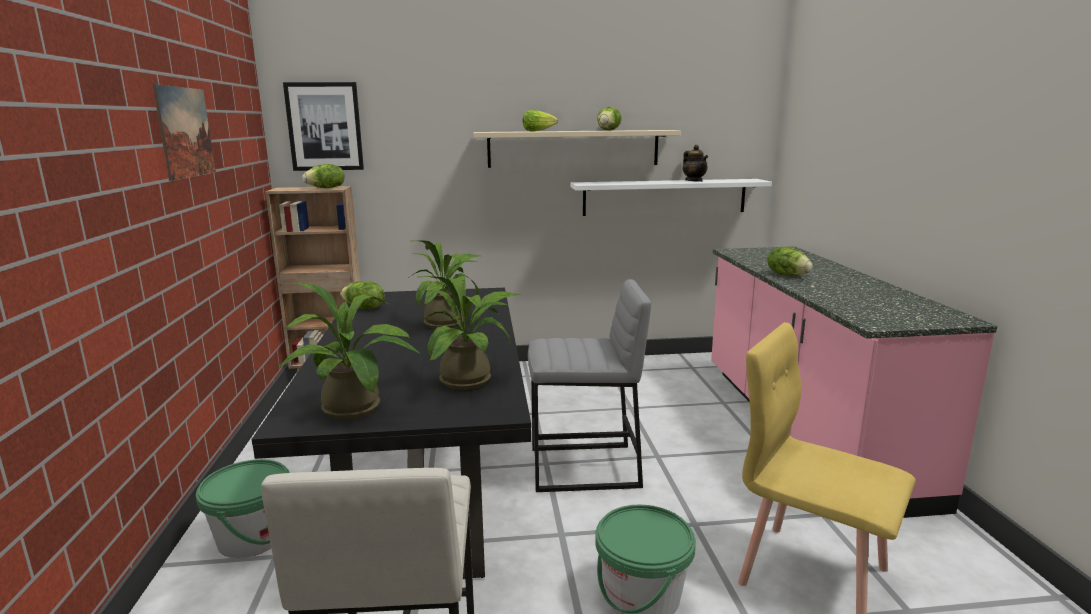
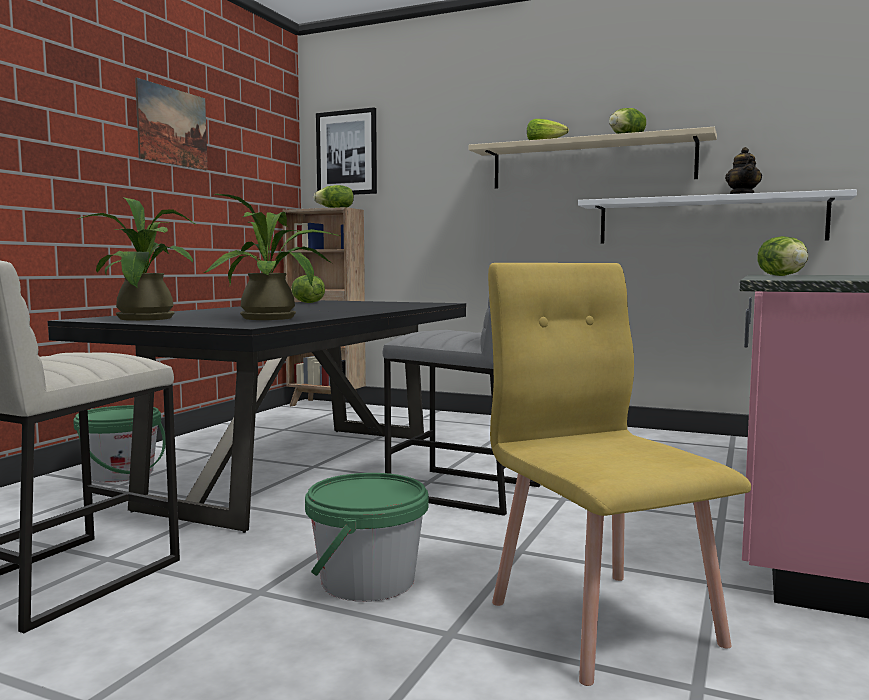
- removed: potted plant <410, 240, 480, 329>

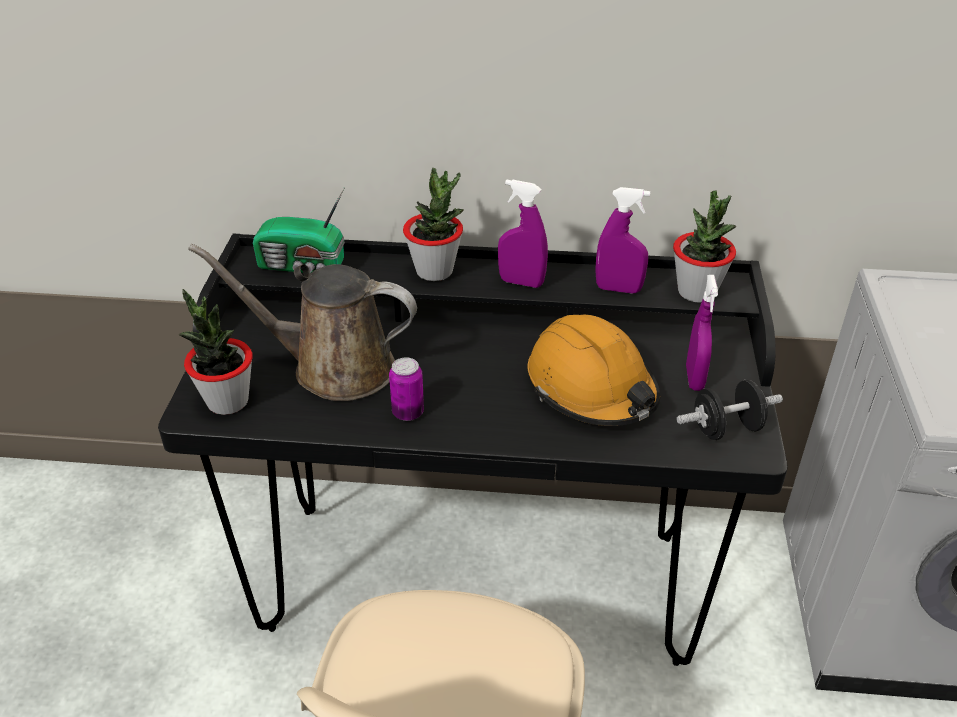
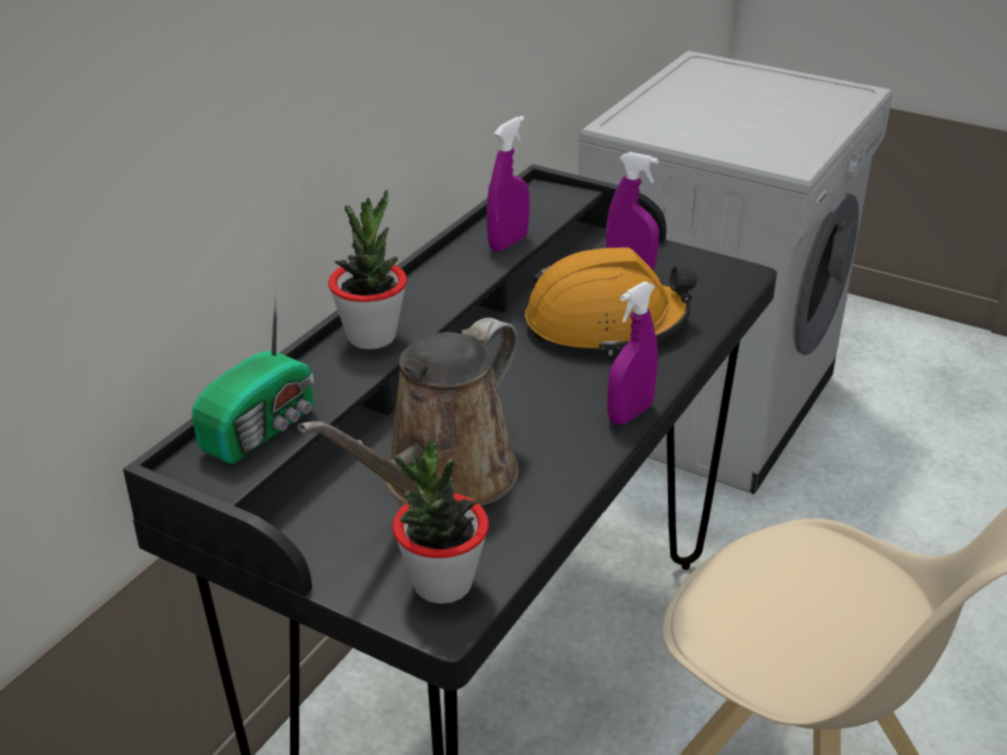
- moved: purple-coloured sprayer <498, 179, 548, 288> to <607, 281, 658, 425>
- removed: potted plant <673, 190, 737, 303>
- removed: sealed can <389, 357, 424, 421>
- removed: black-coloured dumbbell <676, 380, 783, 440>

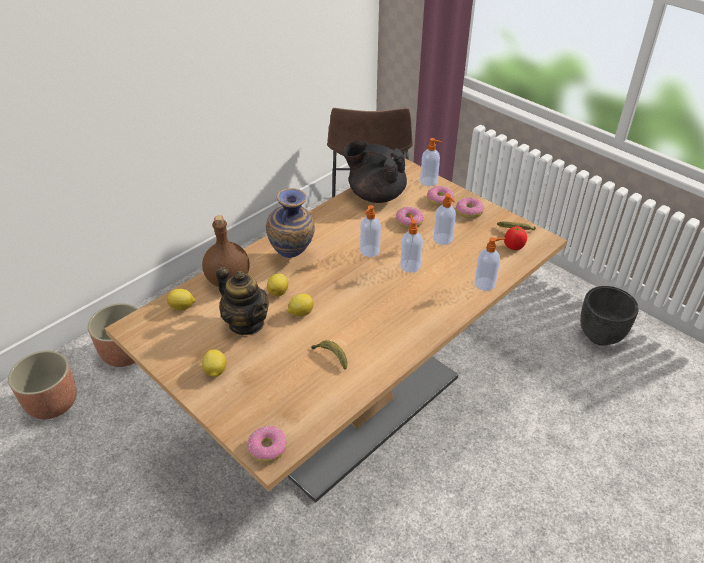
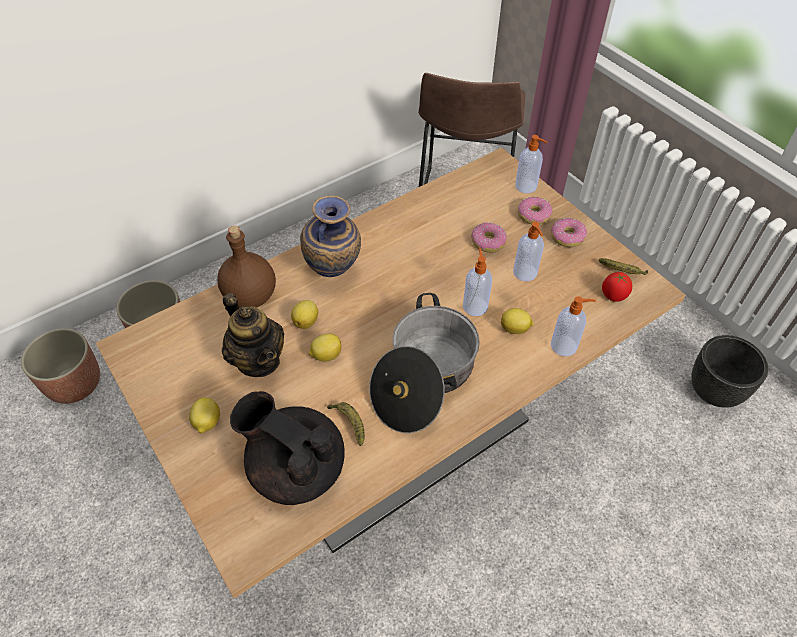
- moved: black-coloured tea pot <343, 140, 407, 203> to <230, 391, 345, 505>
- removed: liquid soap bottle <360, 205, 381, 257>
- moved: citrus fruit <167, 289, 195, 310> to <501, 308, 534, 334>
- removed: ring doughnut <247, 426, 287, 463>
- added: saucepot <369, 293, 480, 433>

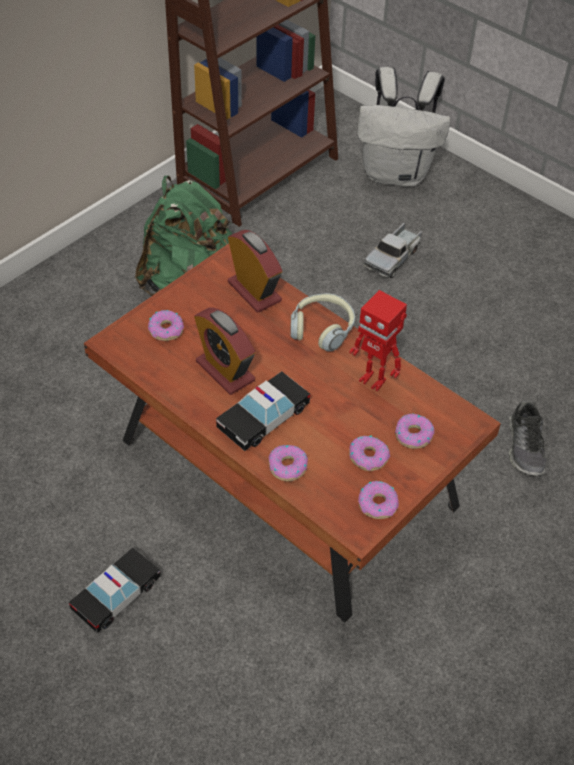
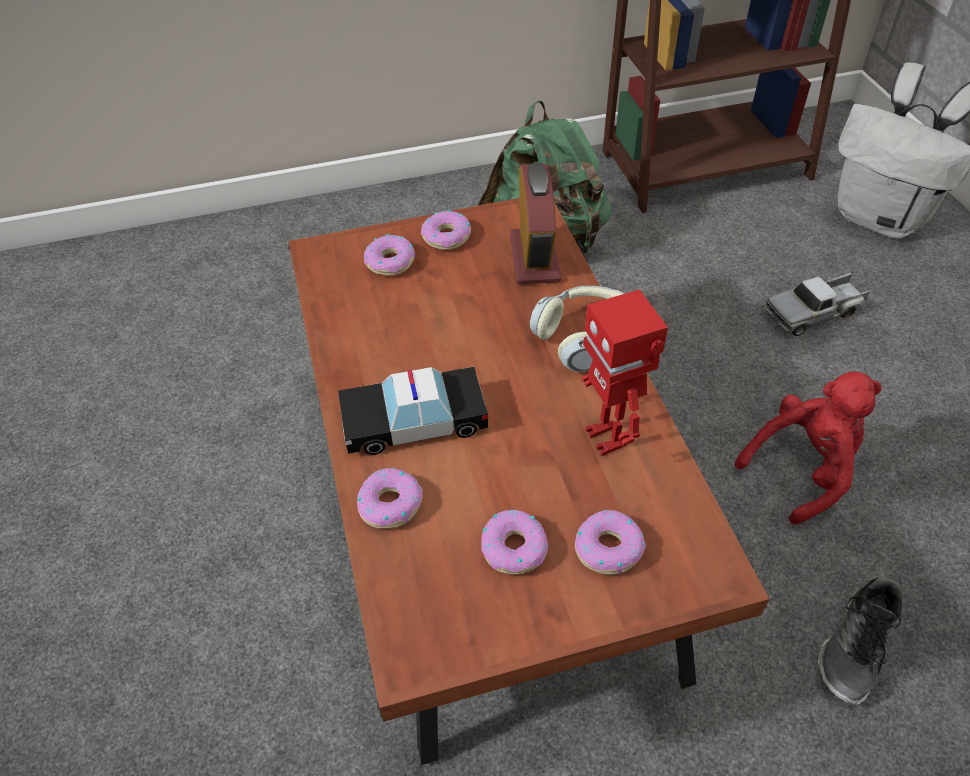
- removed: alarm clock <194, 307, 255, 395>
- moved: ring doughnut <358, 481, 399, 519> to <421, 210, 471, 250>
- removed: miniature car <69, 547, 161, 633>
- added: red-coloured plush toy <735, 372, 882, 525>

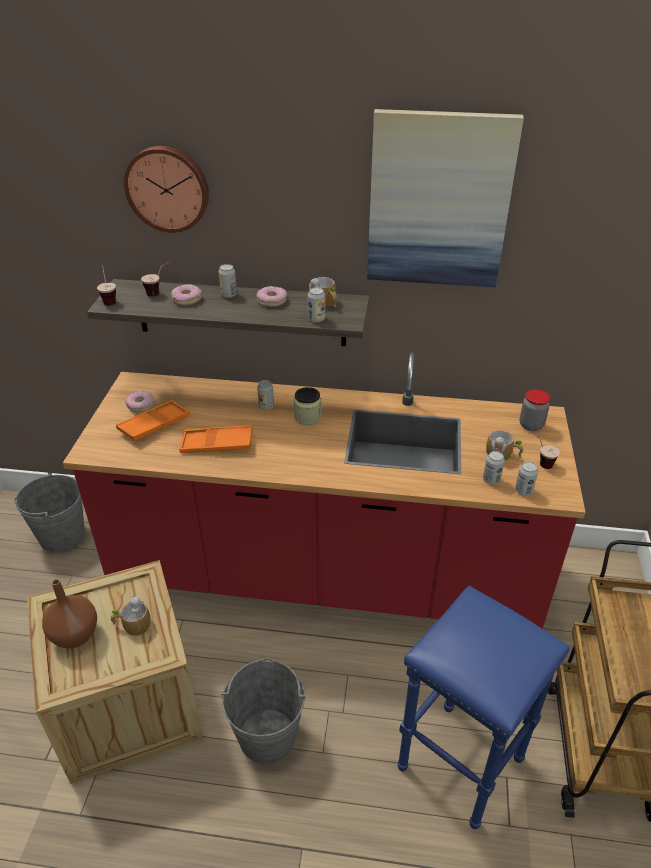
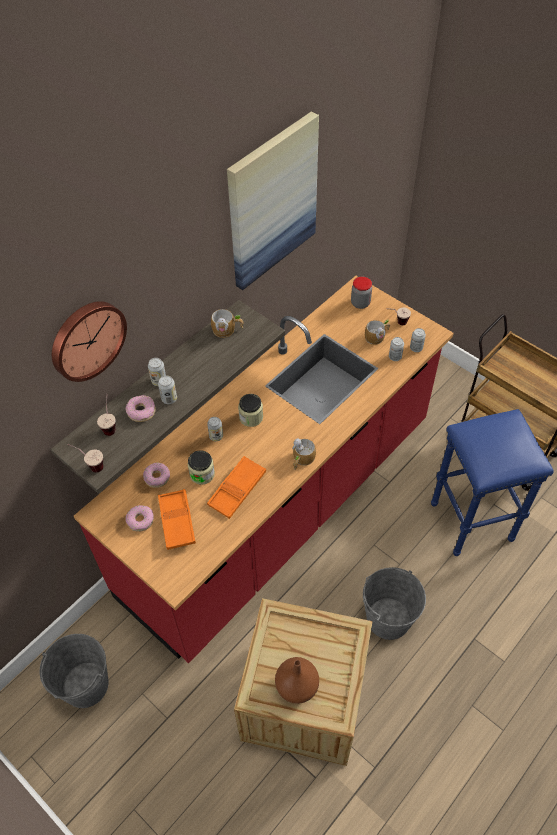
- moved: ring doughnut <256, 286, 287, 307> to <143, 462, 170, 488>
- moved: sealed can <308, 287, 325, 323> to <158, 375, 177, 404>
- moved: tea mug <111, 597, 151, 636> to <292, 438, 316, 470>
- added: storage jar <188, 450, 215, 485>

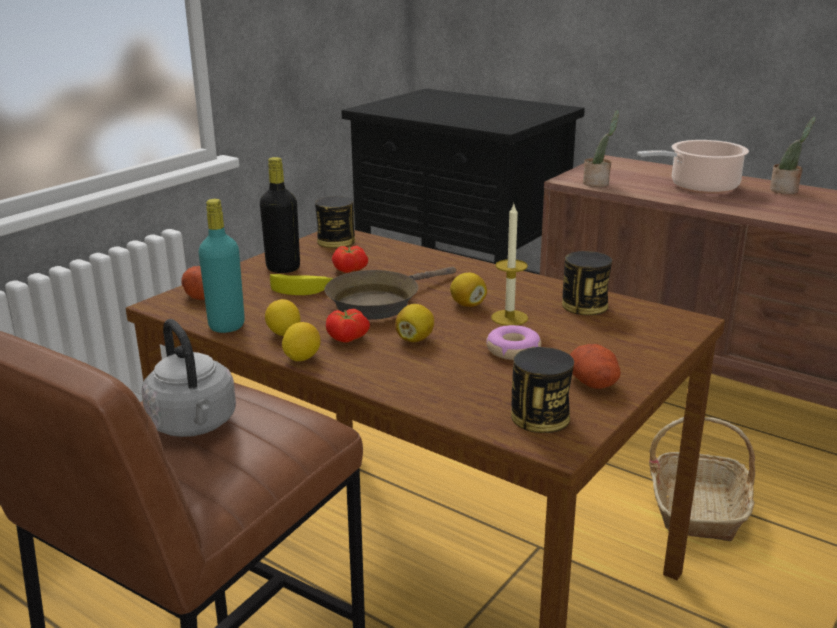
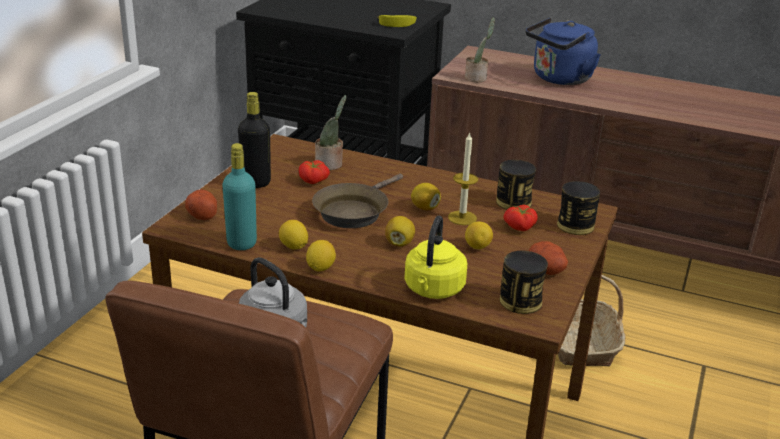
- moved: potted plant <770, 117, 816, 194> to <315, 95, 347, 170>
- replaced: saucepot <637, 140, 749, 194> to blue water kettle <526, 18, 601, 85>
- moved: sealed can <315, 196, 355, 248> to <557, 181, 600, 235>
- moved: whole banana <270, 274, 333, 295> to <377, 15, 417, 27>
- moved: fresh tomato <326, 309, 370, 343> to <503, 205, 538, 231>
- replaced: ring doughnut <486, 325, 541, 360> to citrus fruit <465, 222, 493, 249>
- added: yellow water kettle <404, 216, 467, 299>

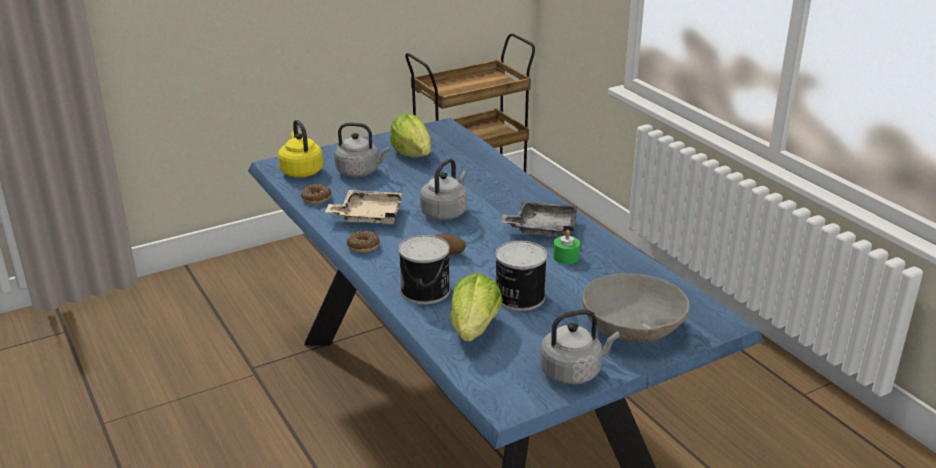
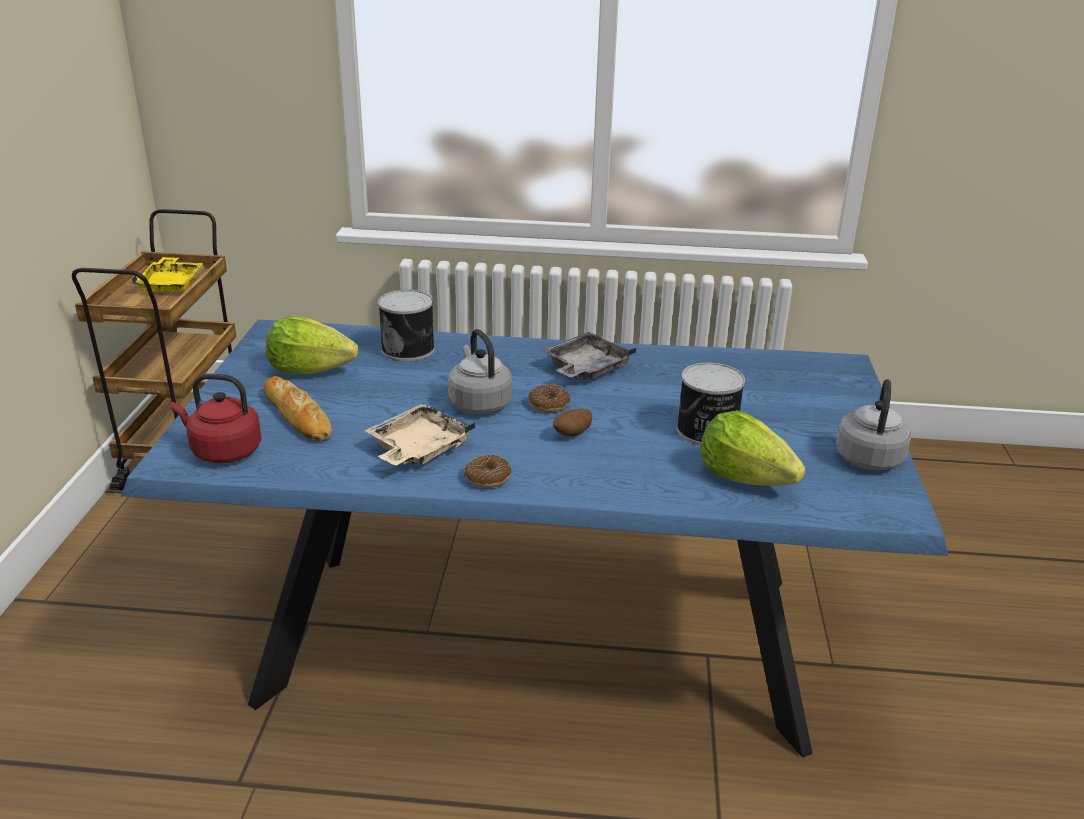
- recoloured: yellow water kettle <278, 120, 323, 177> to red-coloured water kettle <171, 373, 262, 463>
- replaced: grey water kettle <334, 123, 389, 177> to bakery bread <264, 376, 332, 441>
- moved: ring doughnut <301, 184, 331, 204> to <528, 384, 570, 412>
- removed: greenish wax light <553, 230, 580, 264>
- moved: sealed can <399, 235, 450, 304> to <378, 290, 435, 361>
- removed: grey serving bowl <582, 273, 689, 343>
- added: yellow serving tray <131, 257, 203, 294>

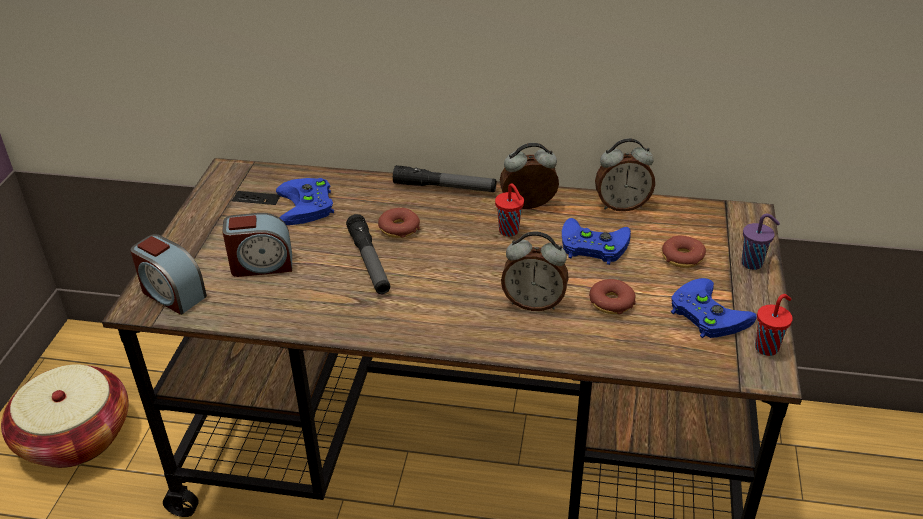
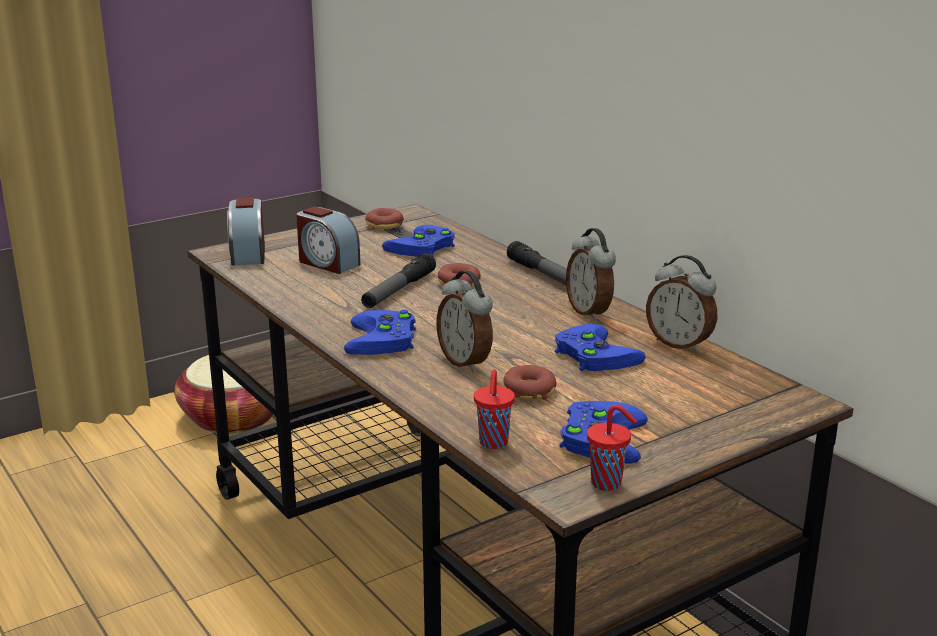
- turned: alarm clock <500, 143, 559, 209> = <566, 228, 616, 321> 150 degrees counterclockwise
- moved: red-coloured small cup <495, 183, 524, 237> to <474, 369, 515, 449>
- removed: purple-coloured small cup <741, 214, 780, 270>
- moved: ring doughnut <662, 236, 706, 268> to <365, 208, 404, 229>
- added: blue joypad <344, 310, 416, 355>

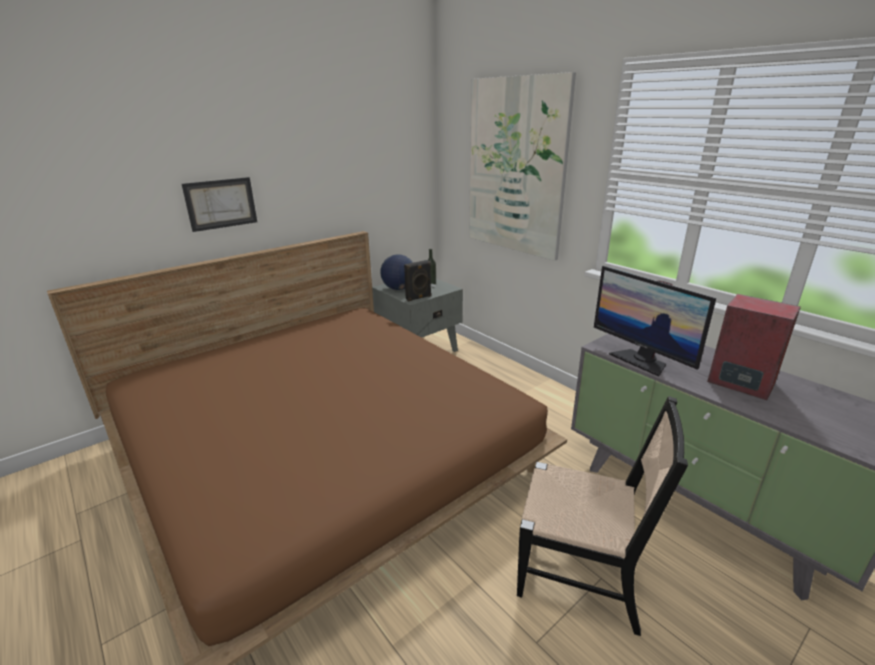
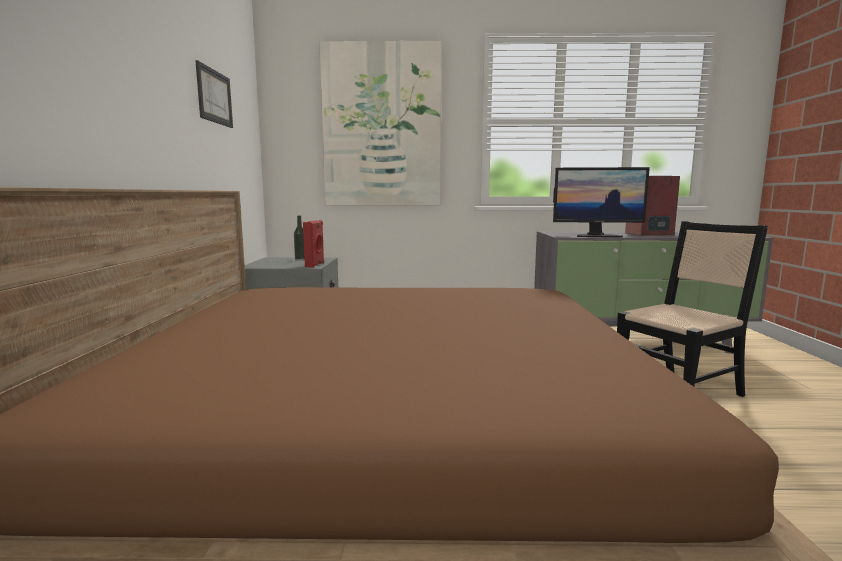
- moved: wall picture <182, 177, 257, 232> to <195, 60, 233, 128>
- removed: desk globe <380, 254, 413, 290>
- recoloured: black-coloured speaker <404, 260, 431, 301> to red-coloured speaker <303, 220, 324, 268>

